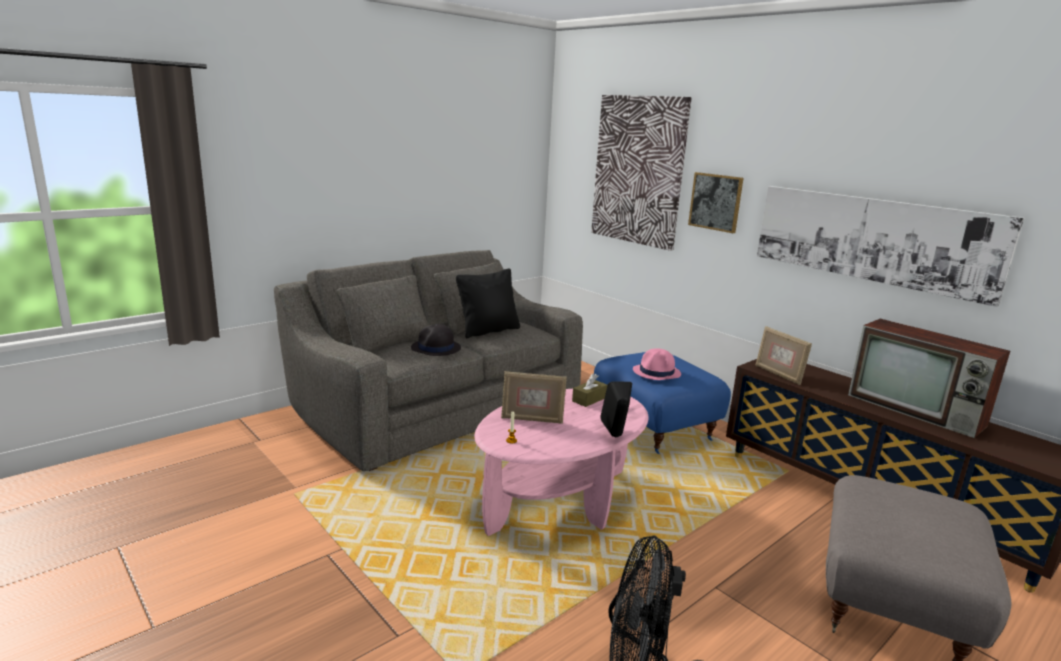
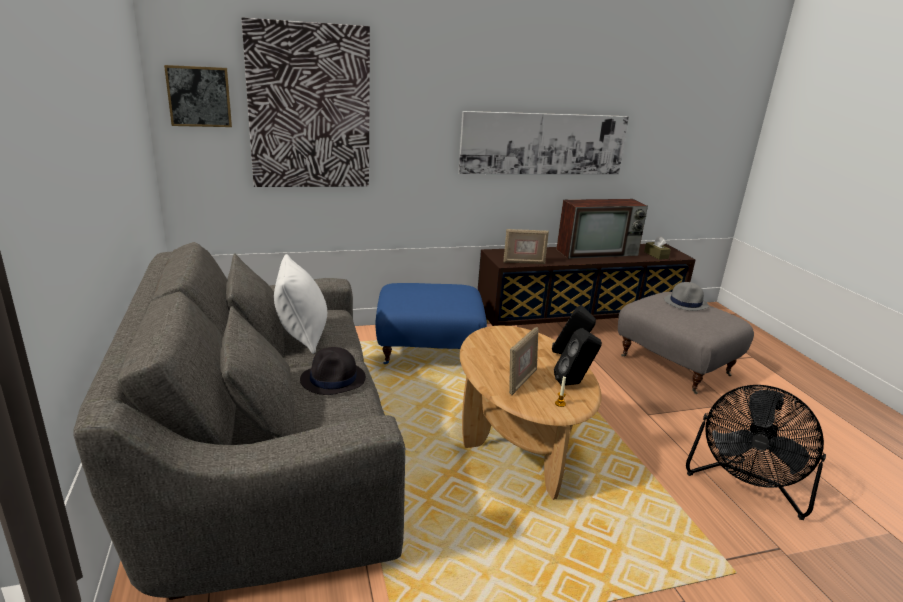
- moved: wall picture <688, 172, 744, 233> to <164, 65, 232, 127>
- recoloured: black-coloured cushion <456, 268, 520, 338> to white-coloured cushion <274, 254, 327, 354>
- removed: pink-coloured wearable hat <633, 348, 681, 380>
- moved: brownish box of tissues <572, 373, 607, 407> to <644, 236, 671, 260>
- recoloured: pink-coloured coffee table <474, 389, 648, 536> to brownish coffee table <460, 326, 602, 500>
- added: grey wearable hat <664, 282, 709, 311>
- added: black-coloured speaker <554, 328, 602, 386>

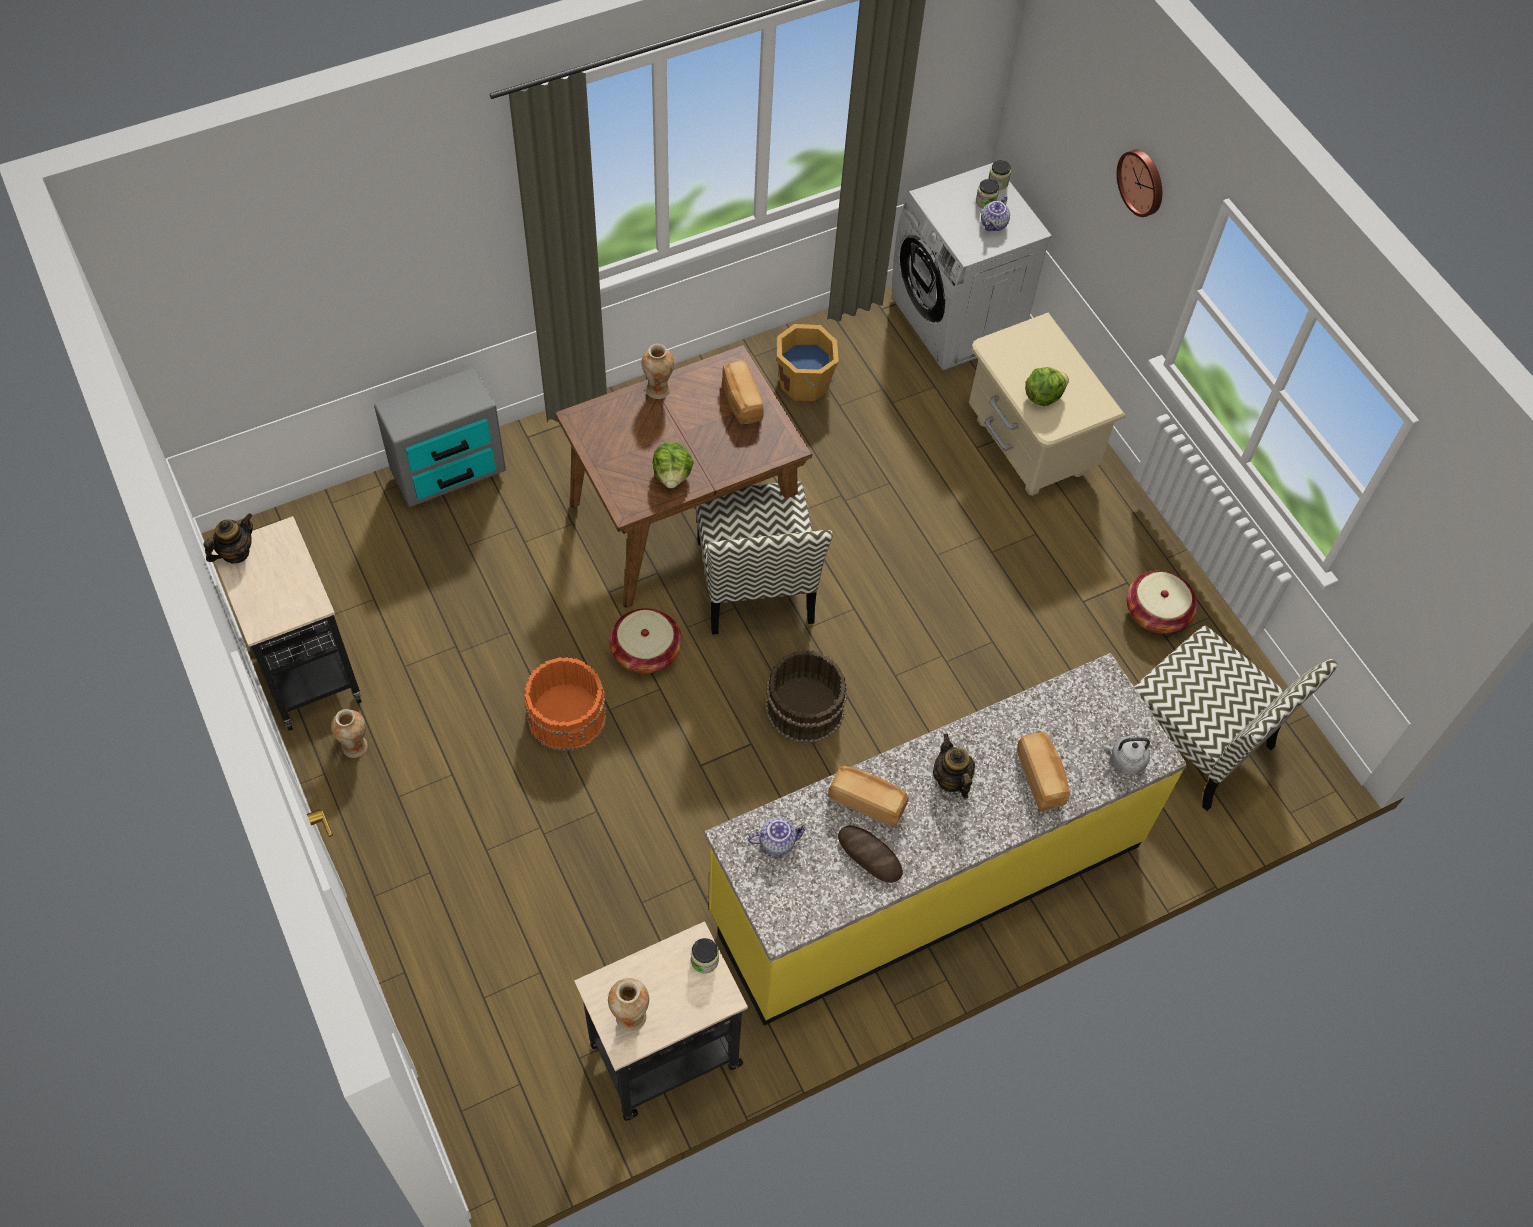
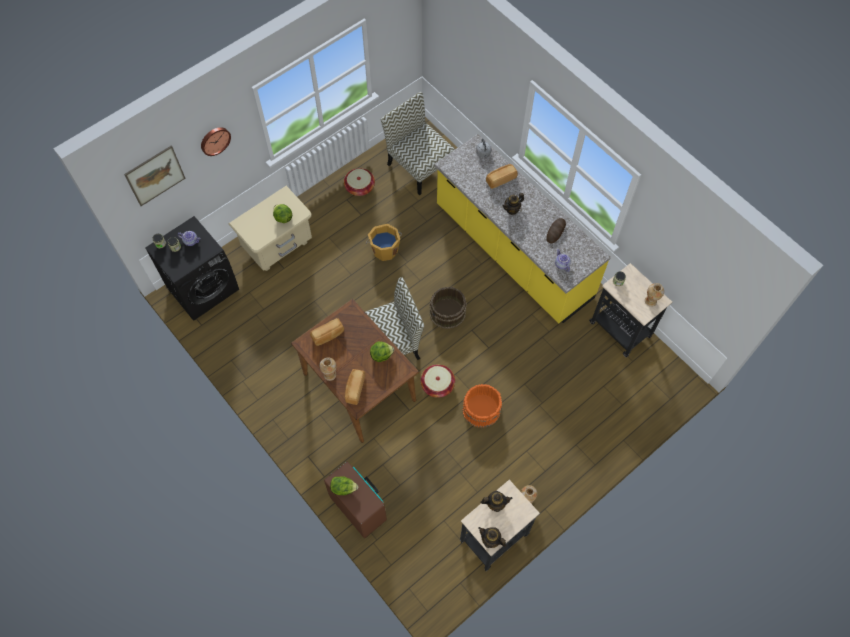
- recoloured: white-coloured washing machine <892, 163, 1052, 370> to black-coloured washing machine <145, 216, 239, 321>
- moved: orange pail <777, 324, 839, 401> to <366, 224, 402, 261>
- recoloured: grey nightstand <374, 368, 506, 507> to brownish nightstand <324, 462, 387, 538>
- turned: upright chair <1134, 626, 1337, 811> = <381, 92, 455, 195> 75 degrees counterclockwise
- moved: bakery bread <828, 766, 908, 826> to <345, 369, 365, 405>
- added: wall picture <124, 146, 185, 206>
- added: lettuce <330, 476, 359, 495>
- added: tea pot <480, 491, 513, 512>

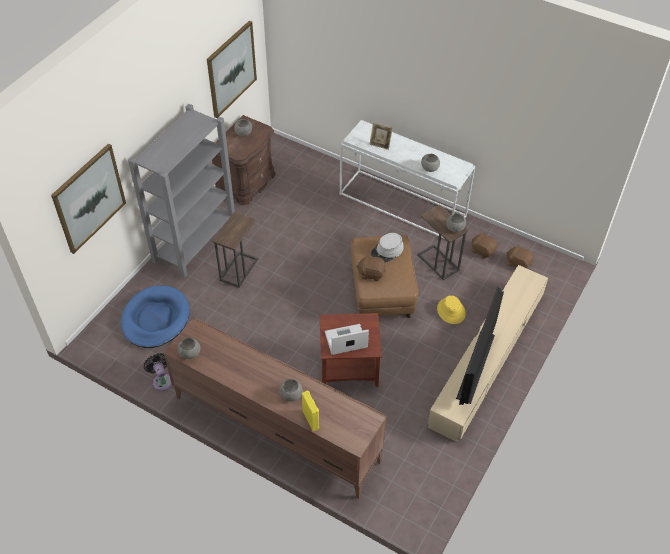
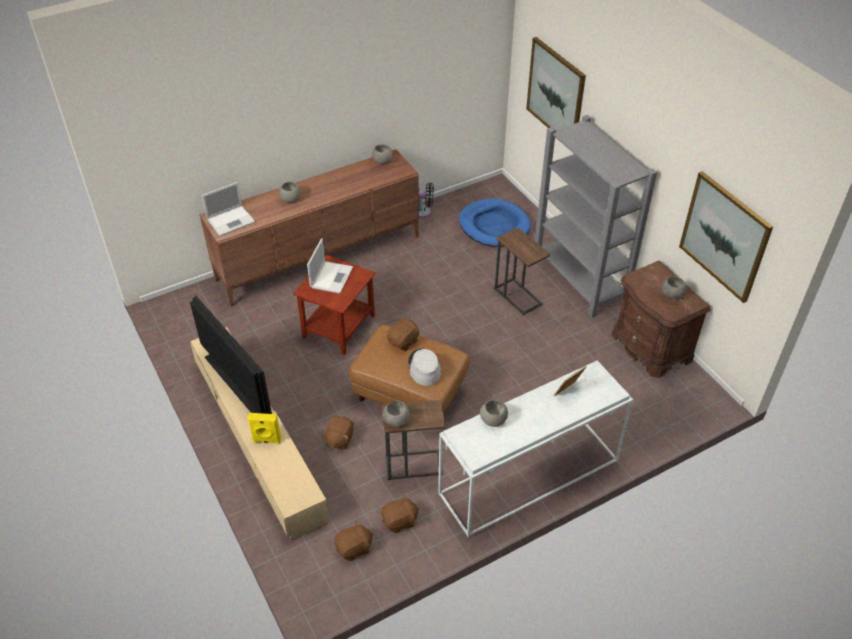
- replaced: yellow wearable hat <437, 295, 466, 324> to brownish plush toy <322, 416, 354, 449>
- moved: yellow speaker <302, 390, 319, 431> to <247, 413, 281, 444>
- added: laptop <202, 182, 255, 236>

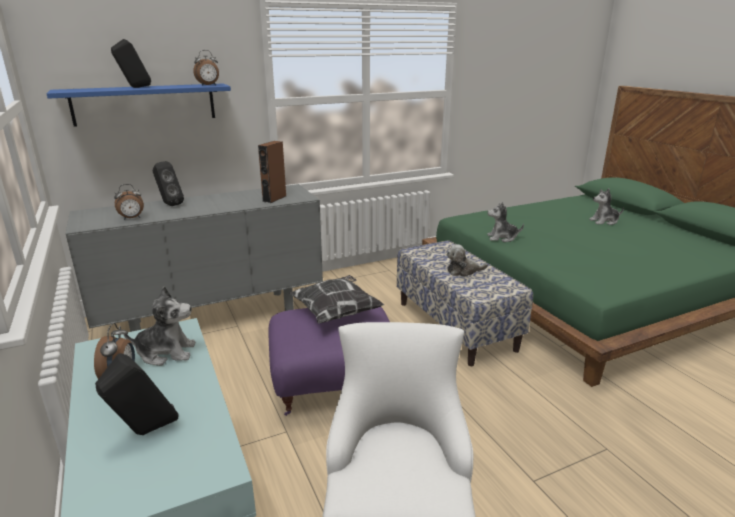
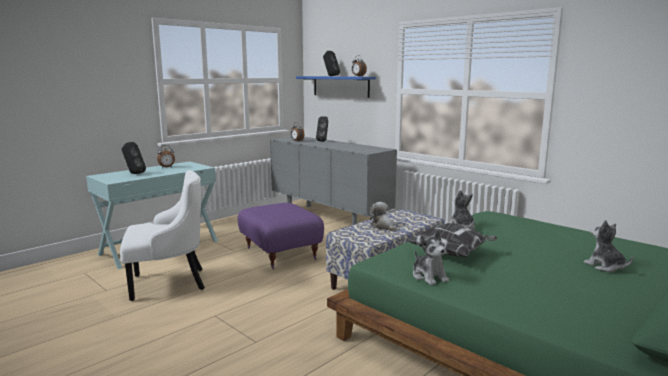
- removed: brownish speaker <258, 141, 286, 203>
- moved: cushion <289, 275, 384, 323> to <407, 223, 498, 257>
- moved: plush toy <124, 286, 196, 366> to <413, 230, 449, 285>

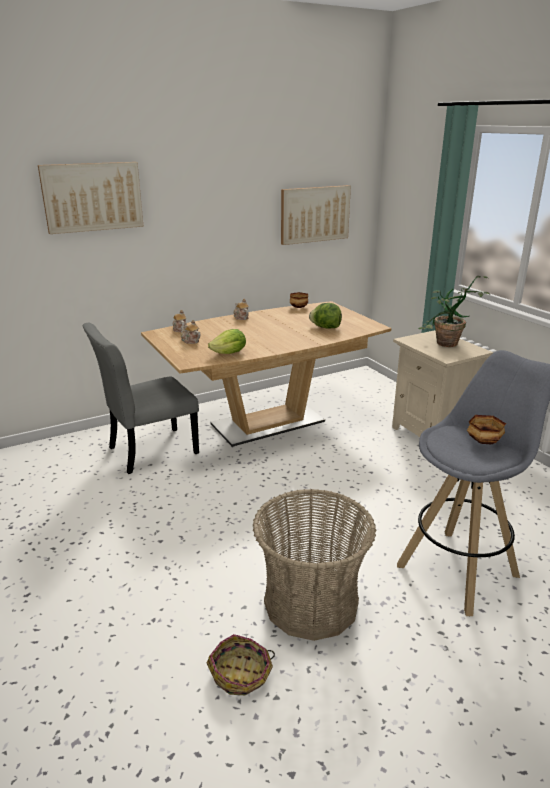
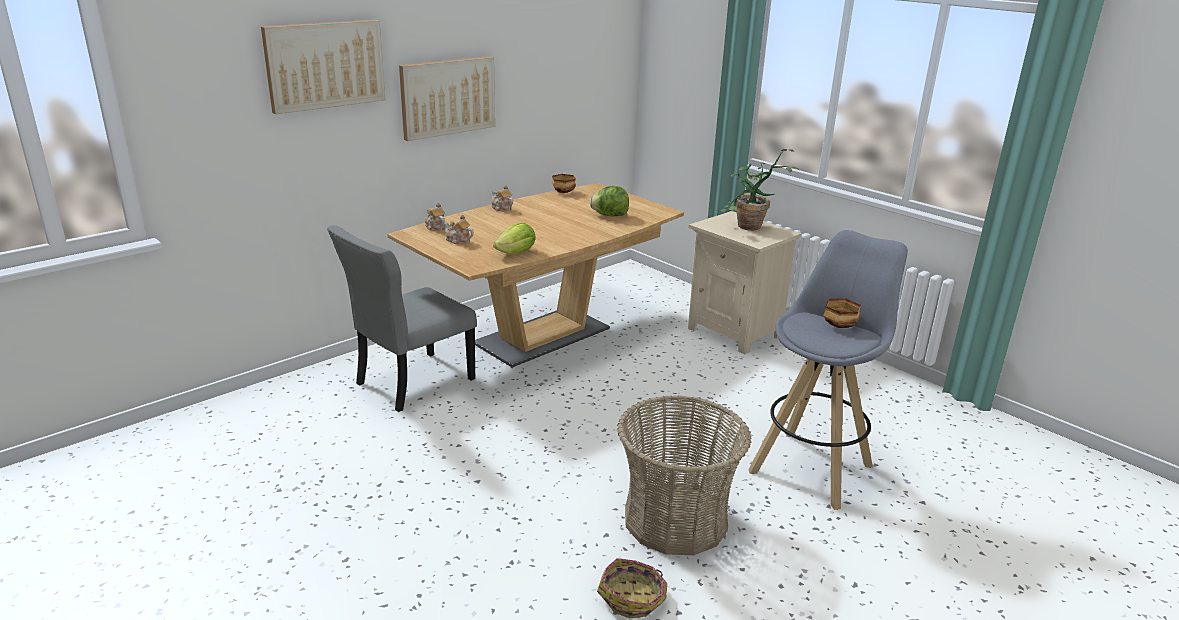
- moved: wall picture <281, 185, 351, 245> to <399, 56, 495, 141>

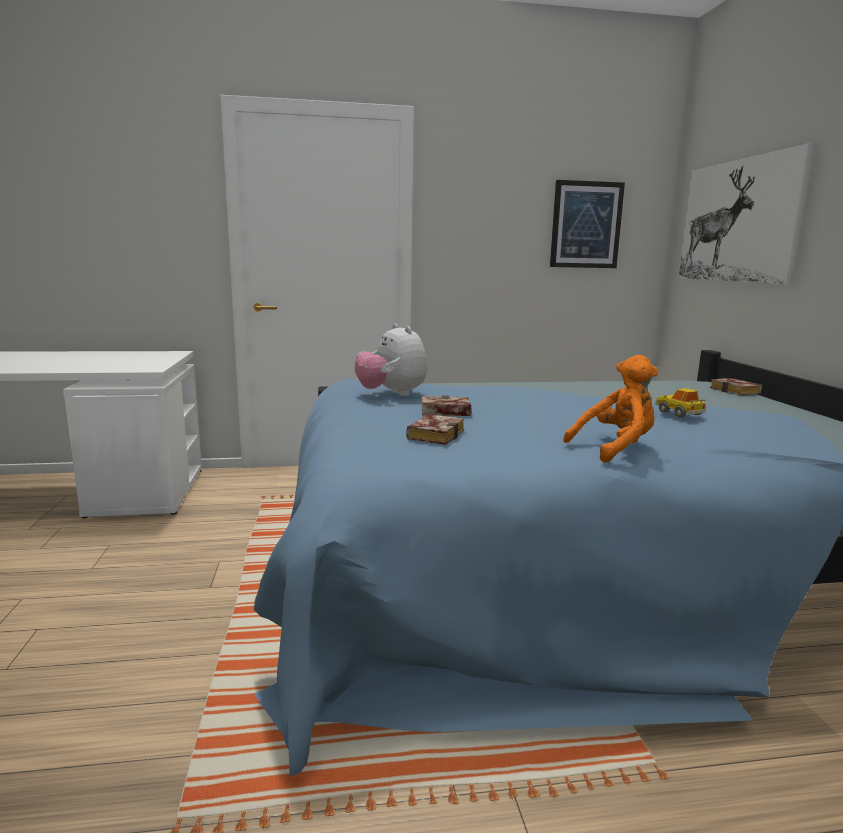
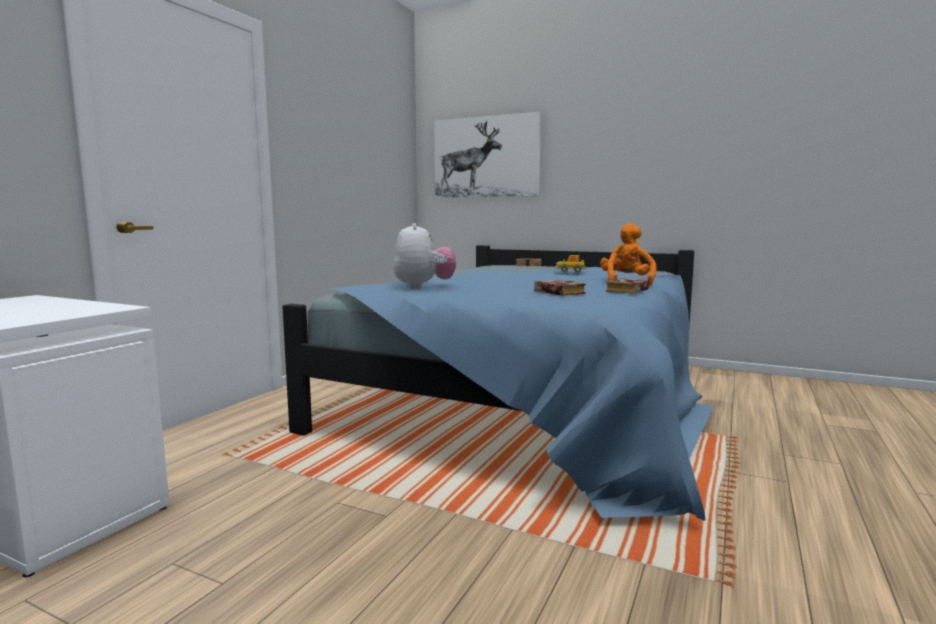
- removed: wall picture <550, 180, 625, 268>
- turned: plush toy <355, 324, 427, 397> = <393, 223, 456, 289> 105 degrees counterclockwise
- moved: bound book <422, 396, 472, 416> to <606, 278, 649, 294>

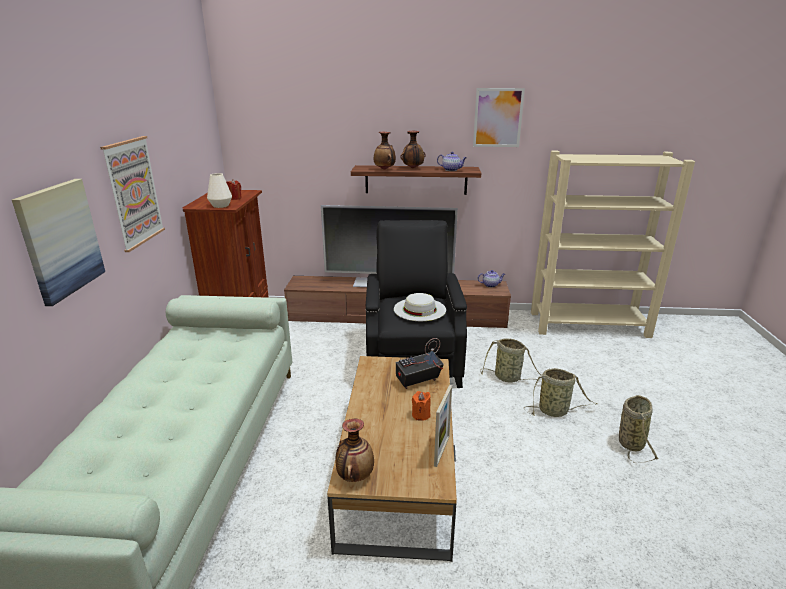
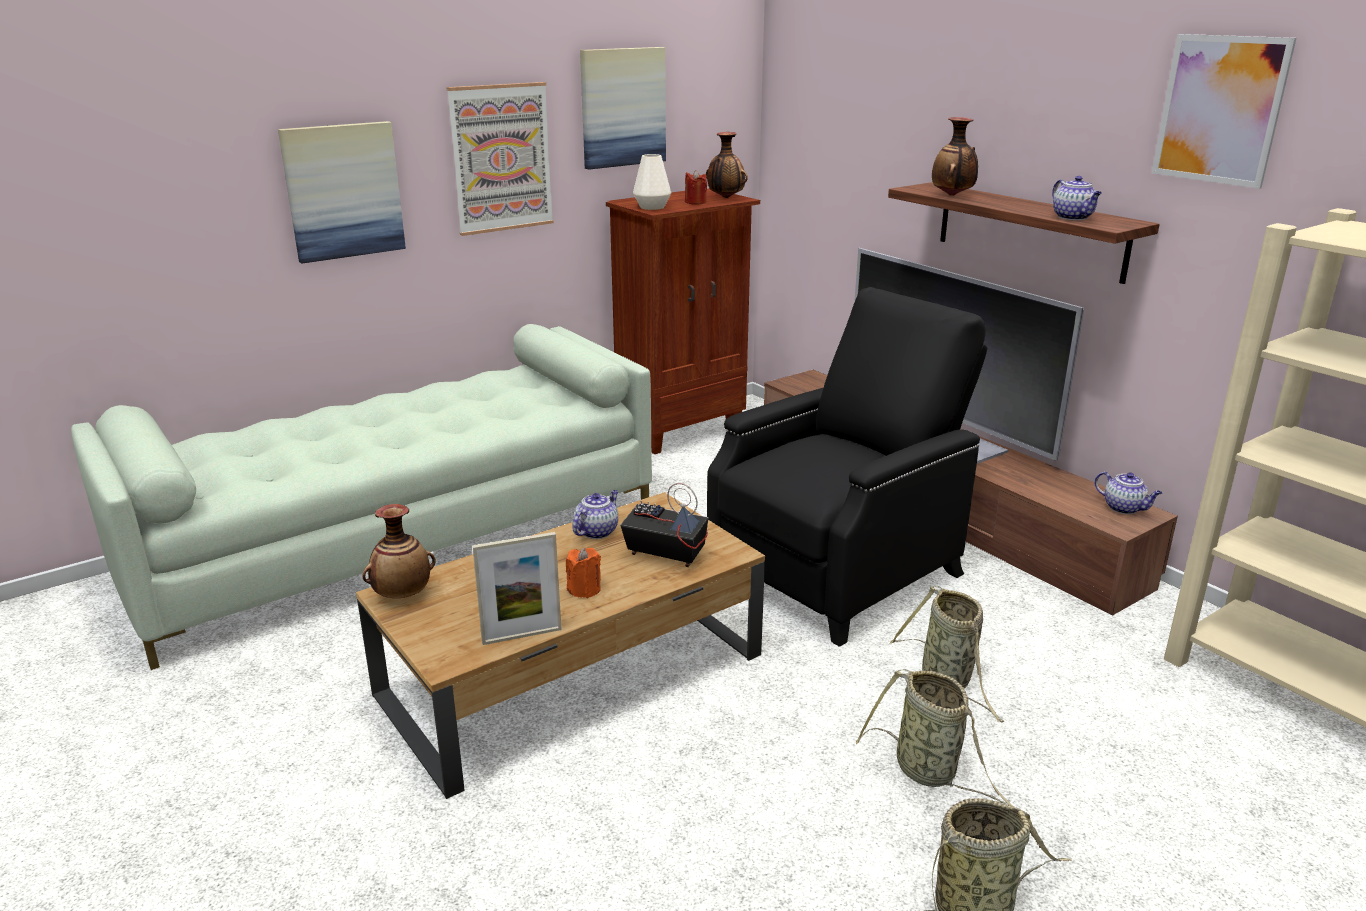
- moved: vase <400, 131, 426, 168> to <706, 132, 748, 198>
- removed: white-coloured wearable hat <394, 293, 446, 321>
- added: wall picture <580, 47, 666, 170>
- added: tea pot <572, 490, 618, 539>

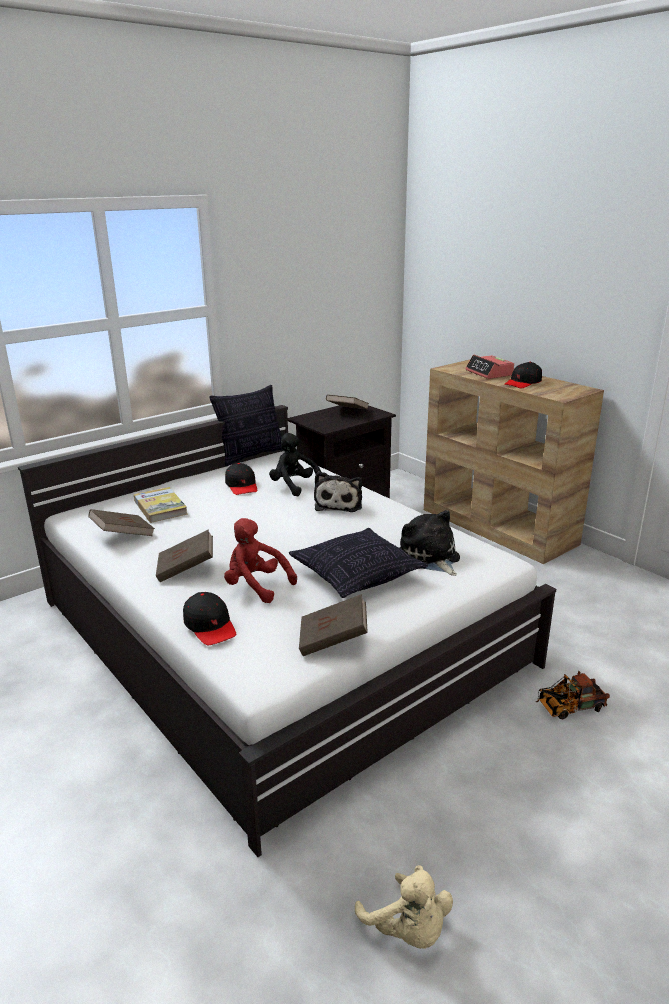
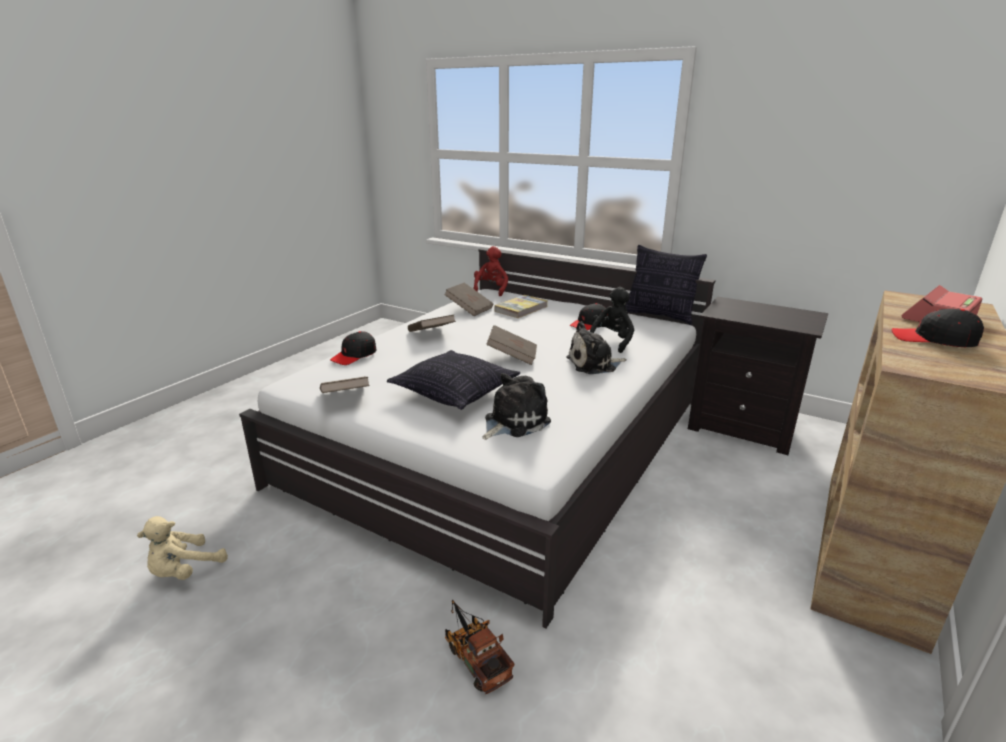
- moved: brownish bound book <326, 394, 369, 409> to <486, 325, 537, 365>
- moved: red-coloured plush toy <224, 518, 297, 603> to <473, 246, 508, 297>

